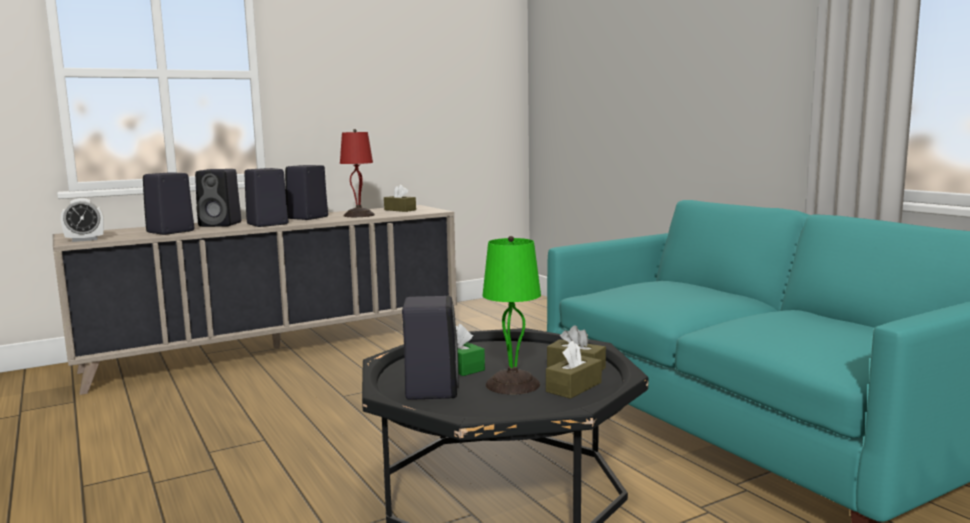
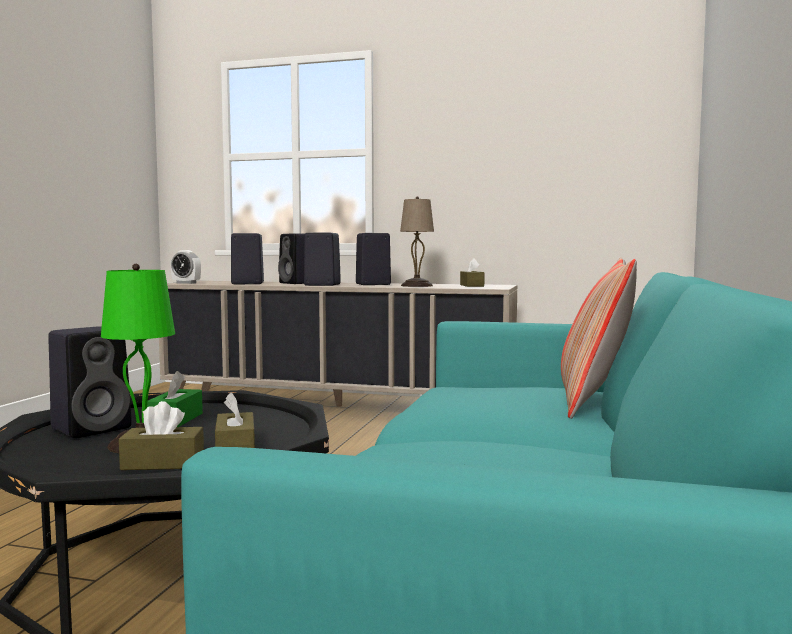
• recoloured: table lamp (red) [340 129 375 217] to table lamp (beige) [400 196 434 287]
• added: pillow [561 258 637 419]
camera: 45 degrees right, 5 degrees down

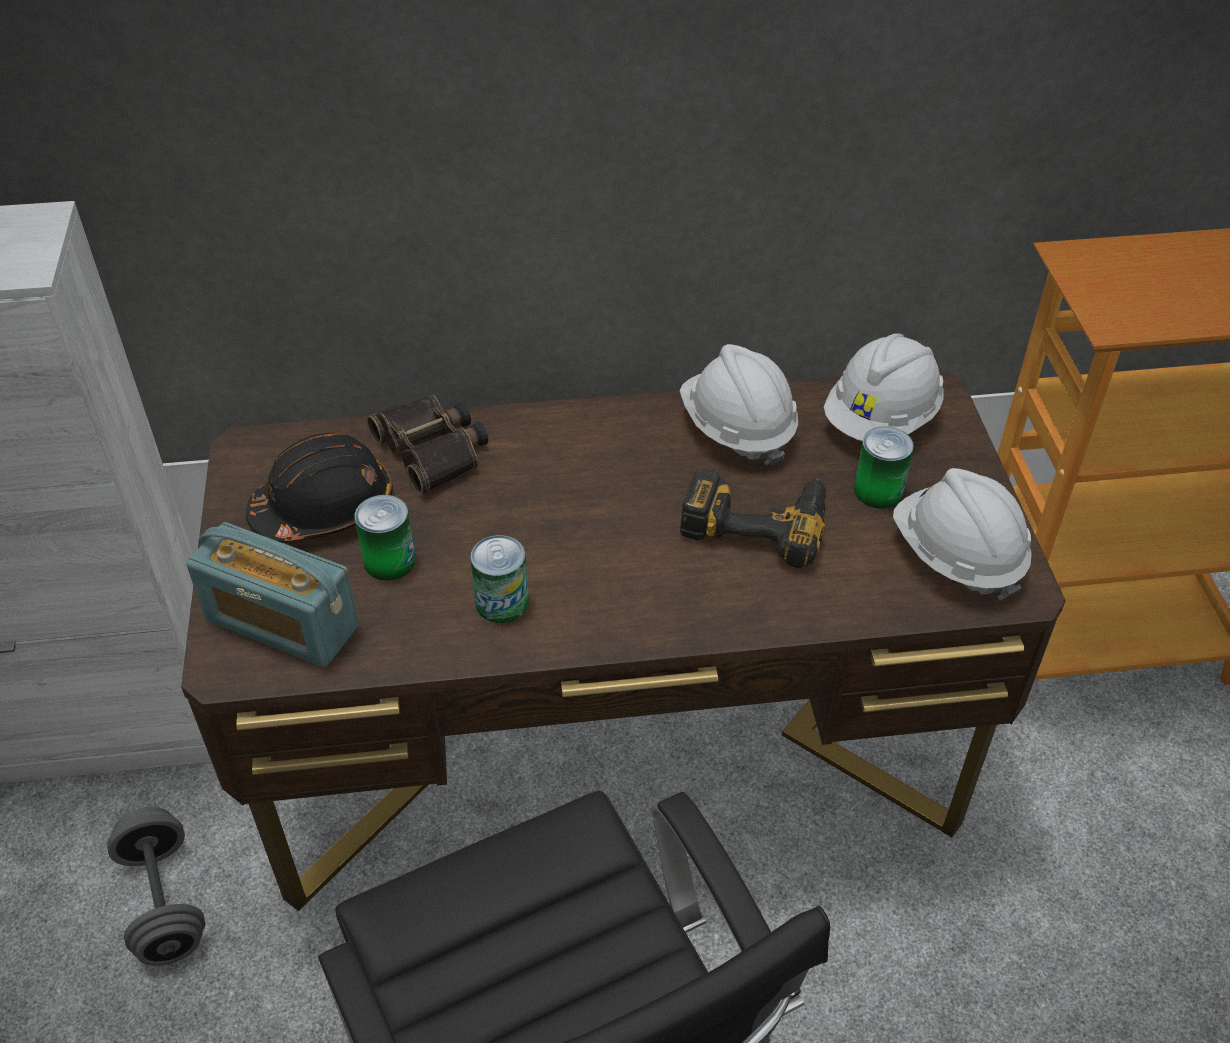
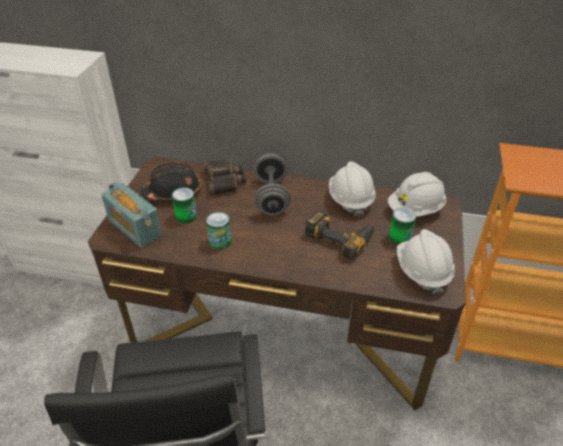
• moved: dumbbell (grey) [107 807 205 966] to [254 153 291 216]
camera: 20 degrees right, 5 degrees down

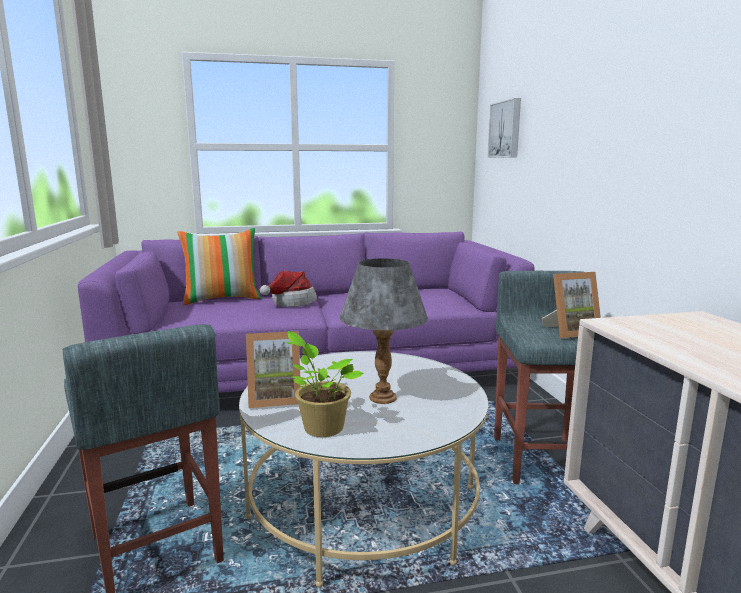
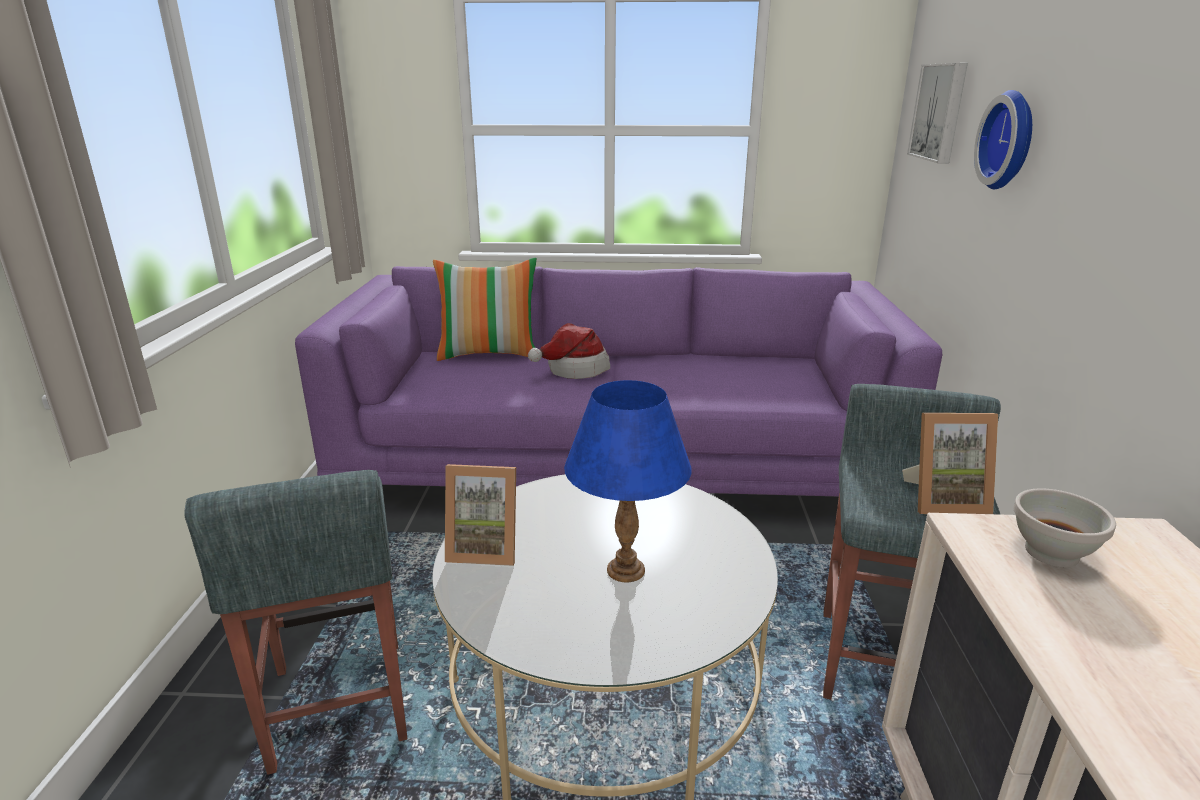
• recoloured: table lamp (grey) [339 258 428 404] to table lamp (blue) [564 380 692 583]
• removed: potted plant [286 331 364 437]
• added: wall clock [974 90 1032 189]
• added: bowl (white) [1013 488 1116 567]
camera: 15 degrees right, 10 degrees up

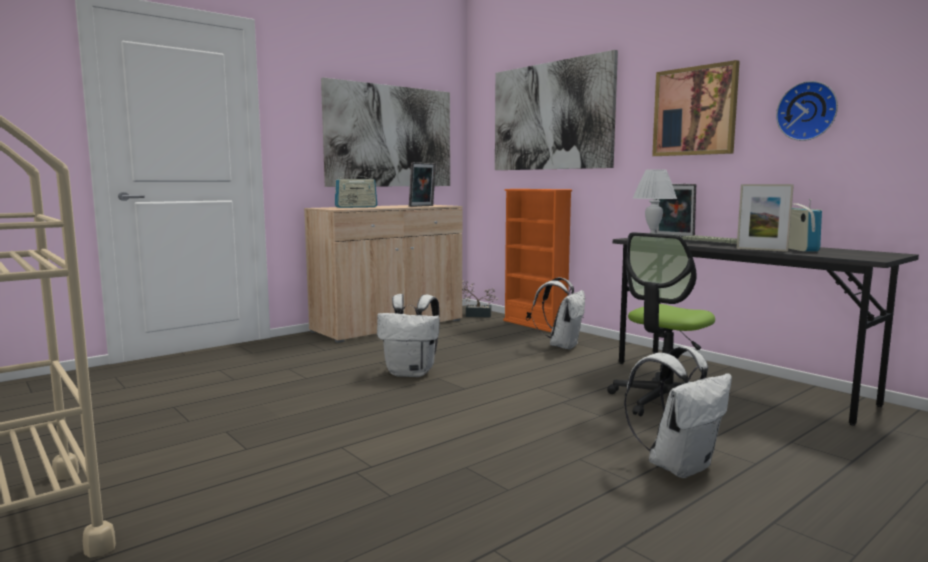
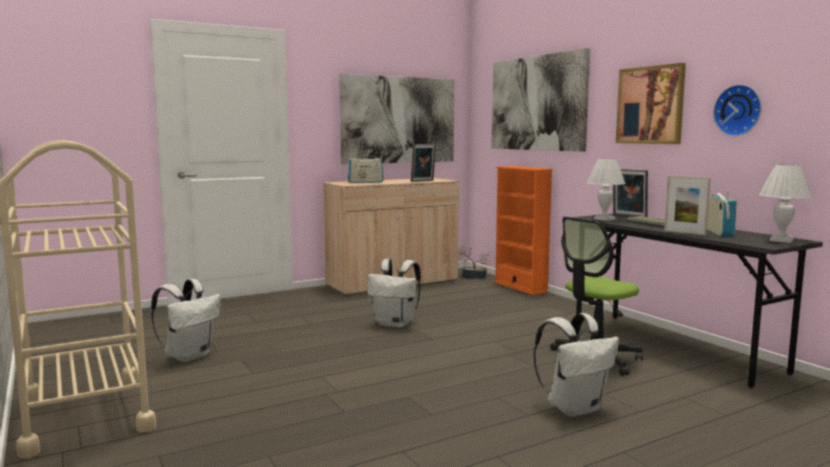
• moved: backpack (white) [532 277 585 350] to [151 279 221 362]
• added: table lamp (white) [759 164 813 243]
camera: 10 degrees right, 0 degrees up

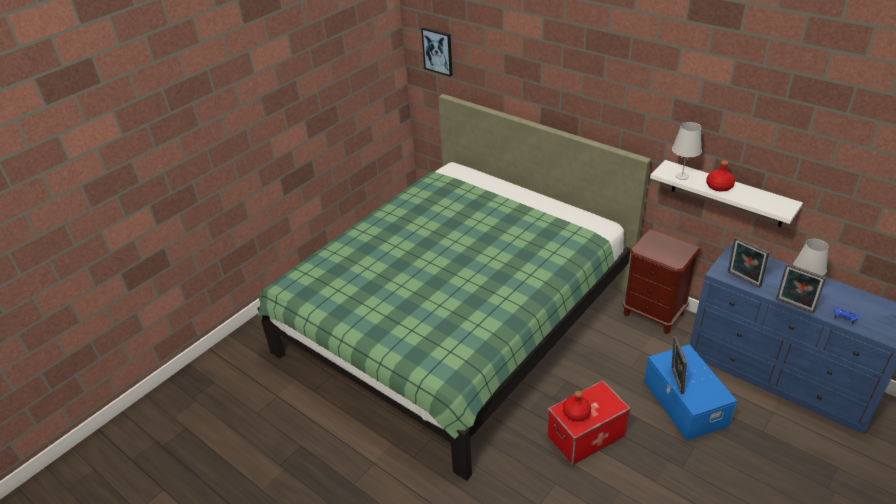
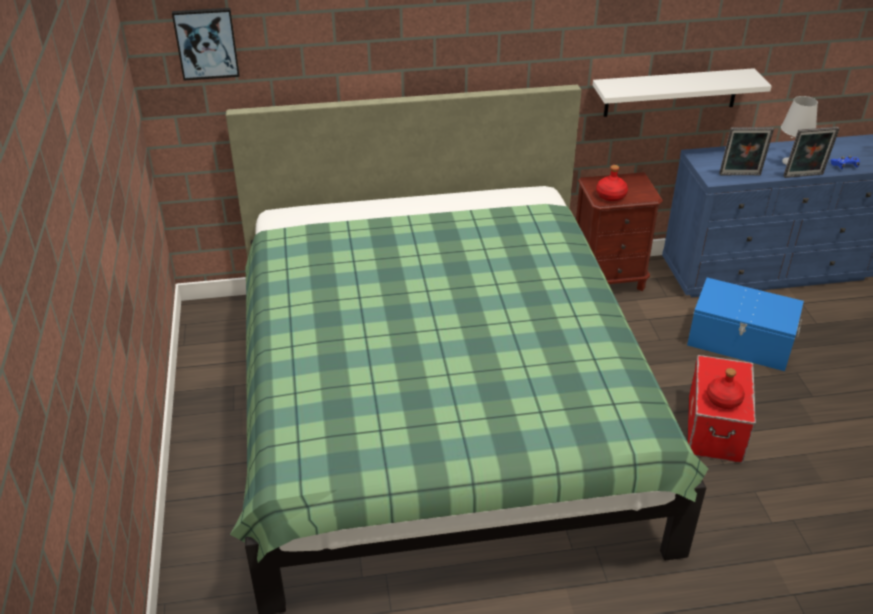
• removed: table lamp (white) [672 122 702 180]
• moved: bottle (red) [706 160 735 192] to [596 165 628 201]
• removed: picture frame [672 336 687 394]
camera: 50 degrees left, 0 degrees up

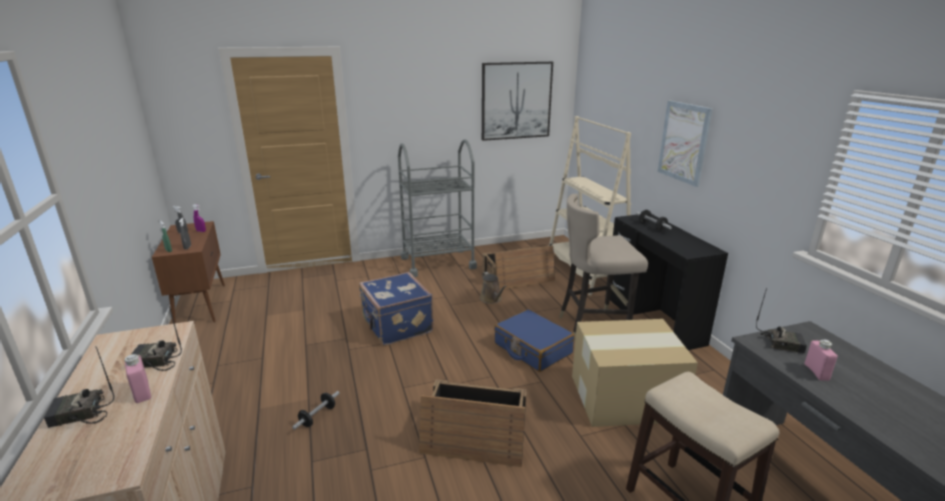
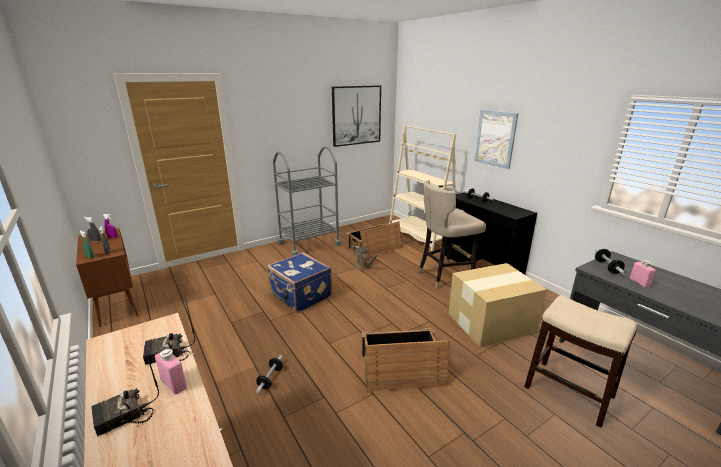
• replaced: radio [756 288 807 353] to dumbbell [595 249 625 274]
• removed: suitcase (blue) [494 309 575 372]
camera: 15 degrees left, 0 degrees up

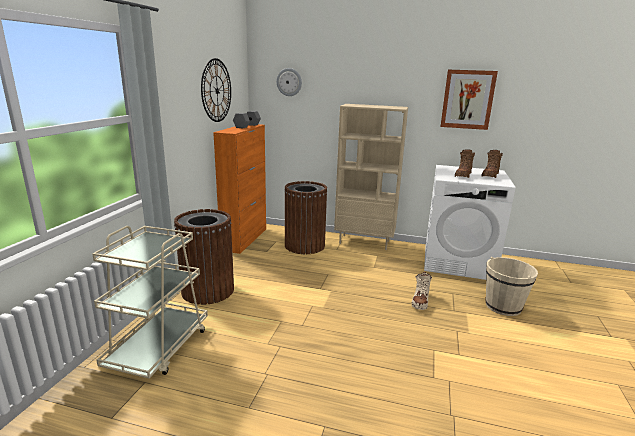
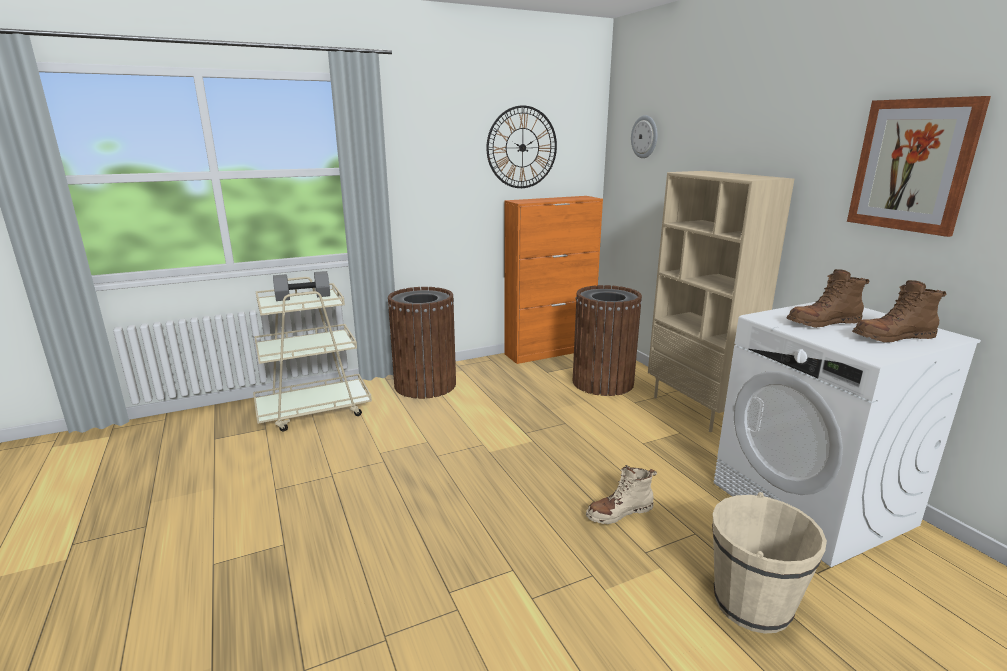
• moved: dumbbell (grey) [233 111 261 128] to [273 271 330 301]
camera: 50 degrees right, 0 degrees up

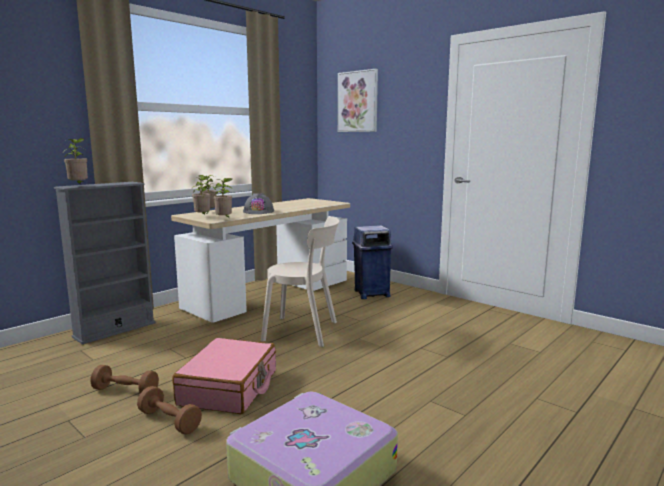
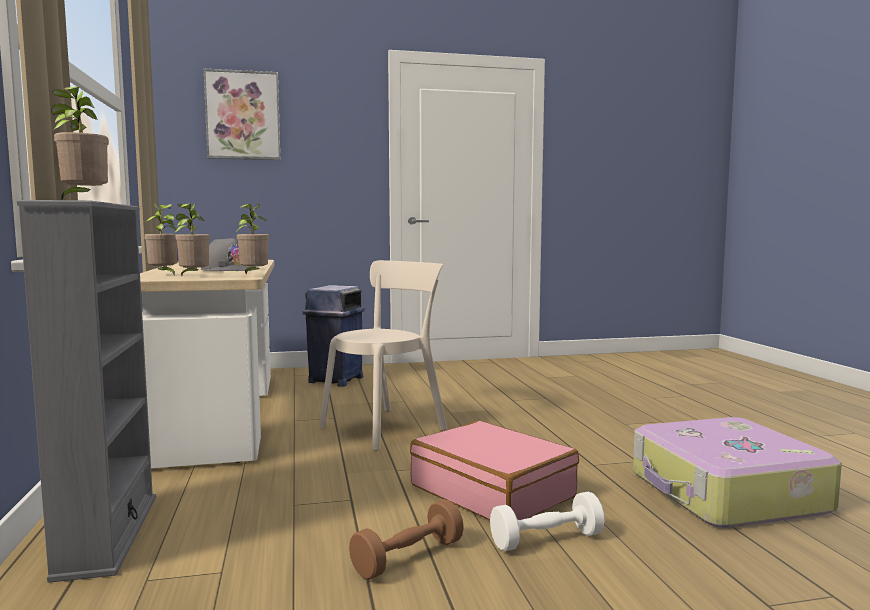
• recoloured: dumbbell (brown) [137 386 202 435] to dumbbell (white) [490 492 605 551]
camera: 55 degrees left, 5 degrees down

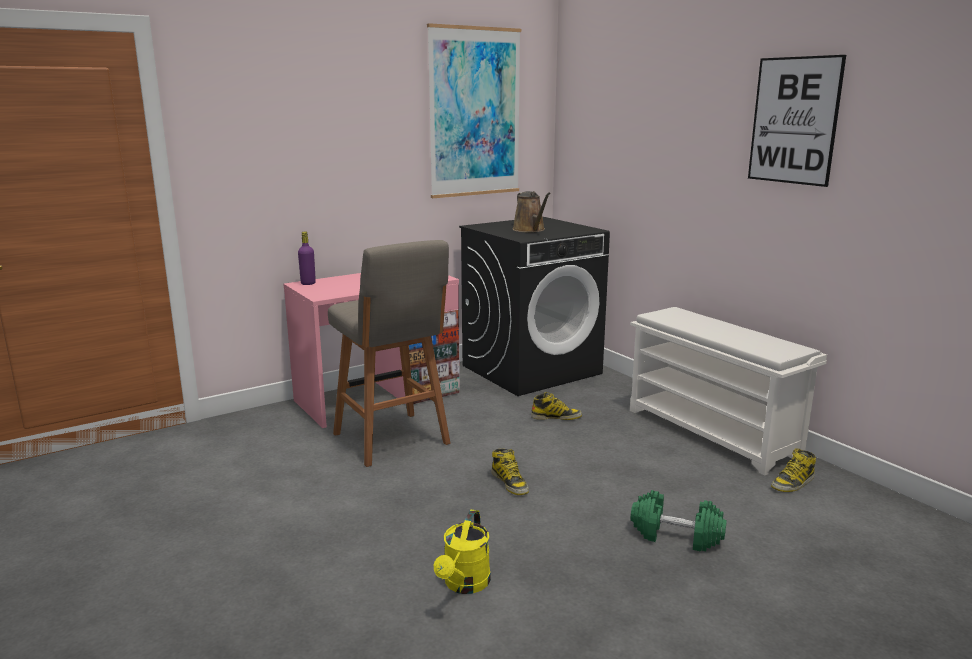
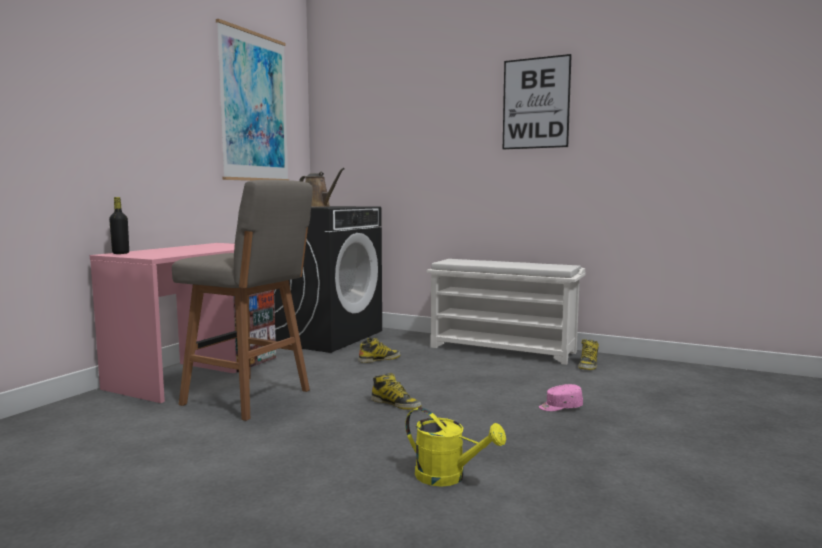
• recoloured: bottle (purple) [298 232 316 285] to bottle (black) [109 197 129 254]
• replaced: dumbbell (green) [631 490 727 552] to cap (pink) [539 384 583 411]
• turned: watering can (yellow) [434 509 491 594] = [405 407 506 487] 45 degrees counterclockwise
camera: 30 degrees left, 10 degrees down

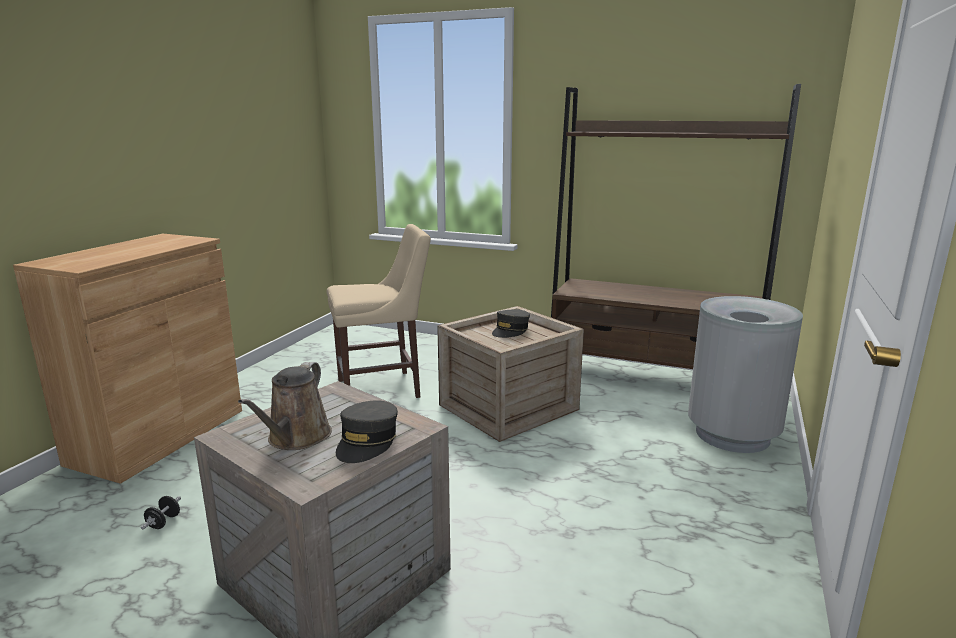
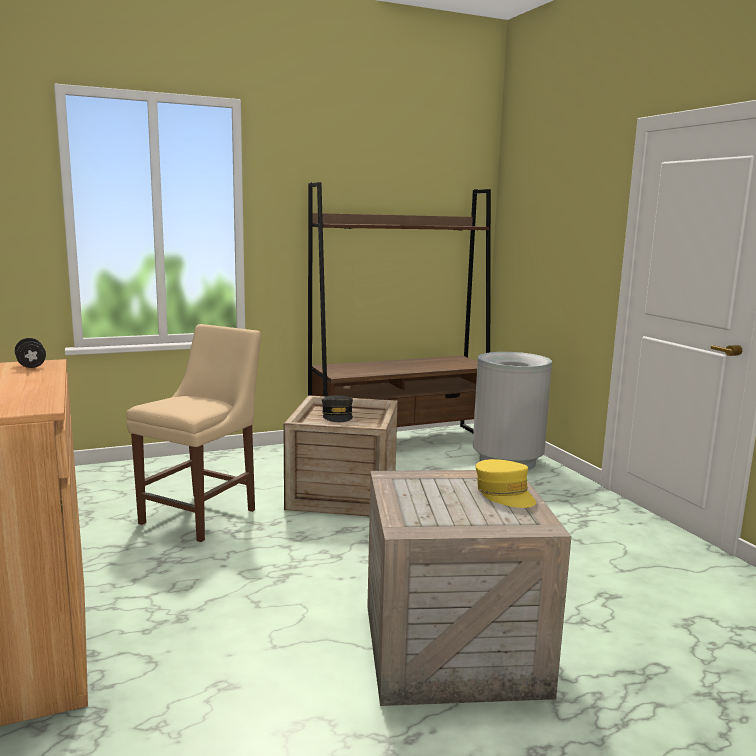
• removed: watering can (brown) [238 362 332 450]
• recoloured: cap (grey) [336 401 398 463] to cap (yellow) [476 459 536 508]
• moved: dumbbell (black) [141 496 181 529] to [15 338 46 368]
camera: 45 degrees left, 5 degrees down

